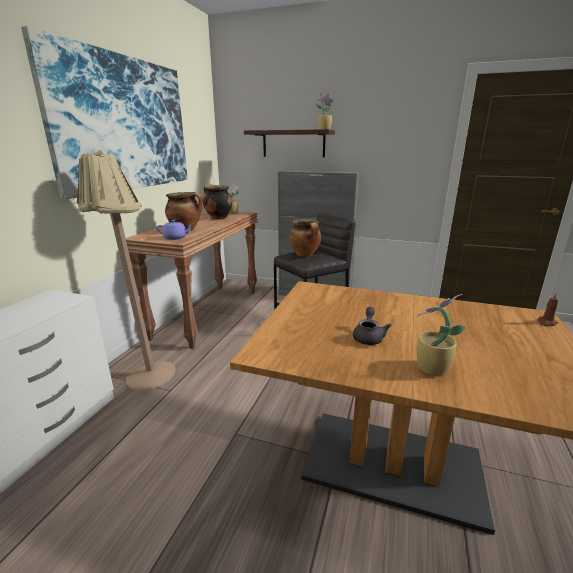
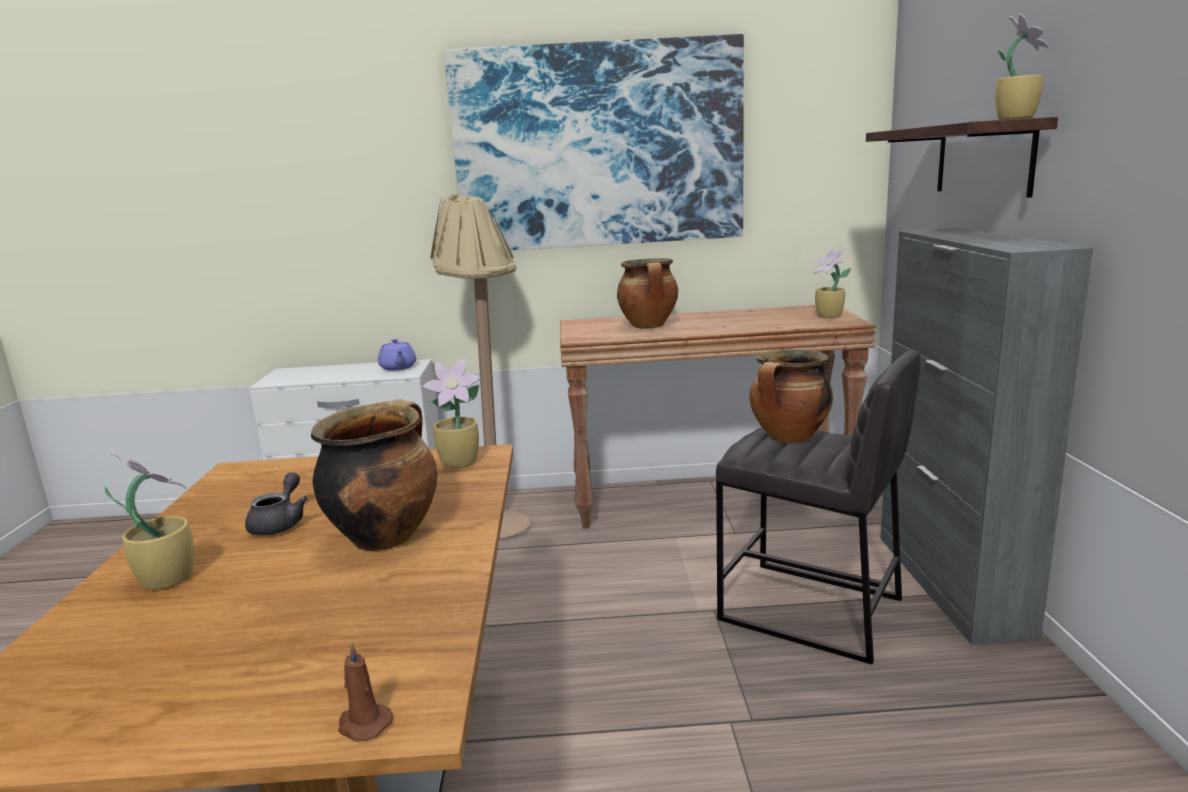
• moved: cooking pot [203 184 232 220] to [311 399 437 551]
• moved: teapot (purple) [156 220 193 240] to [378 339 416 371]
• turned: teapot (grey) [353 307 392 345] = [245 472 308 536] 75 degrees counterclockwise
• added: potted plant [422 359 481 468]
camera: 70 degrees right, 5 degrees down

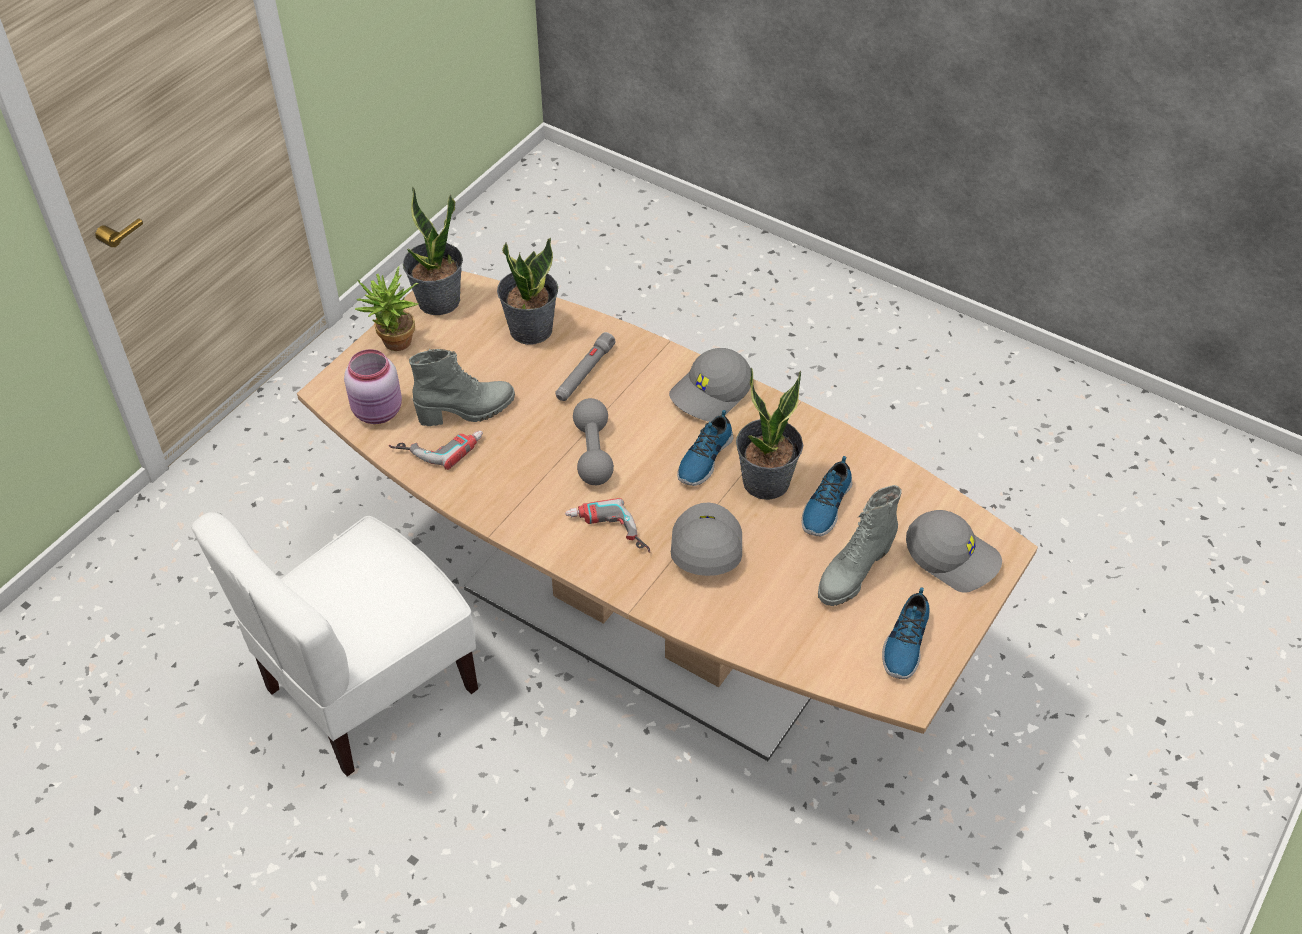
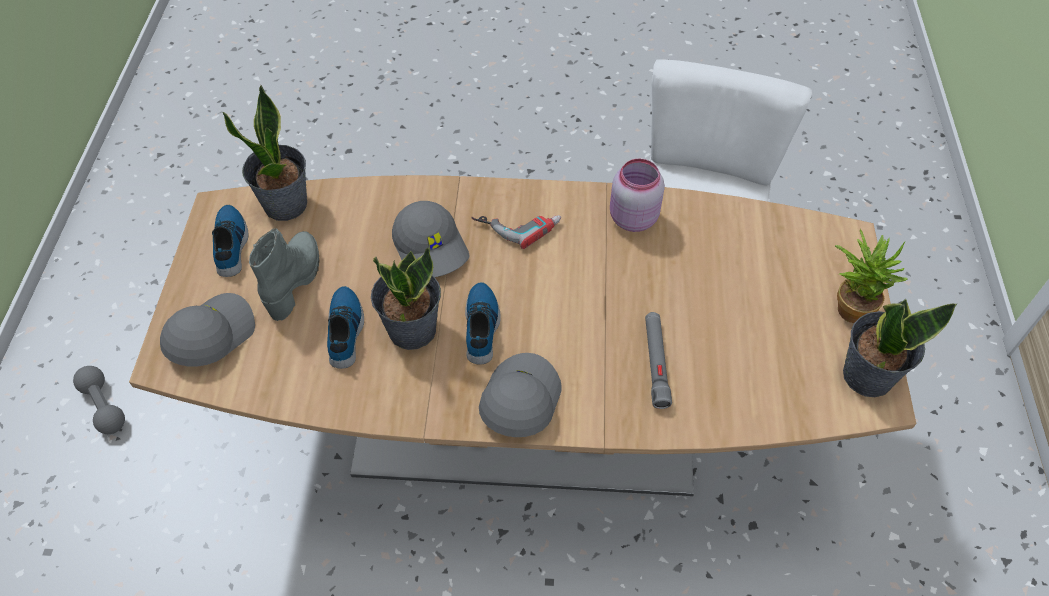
• moved: potted plant [497 238 558 345] to [223 85 307 221]
• moved: jar (pink) [344 349 402 424] to [610 159 665 232]
• removed: boot (grey) [409 349 515 426]
• moved: dumbbell (grey) [573 398 614 485] to [73 366 125 434]
• removed: power drill [389 431 483 470]
• turned: cap (grey) [906 510 1002 593] = [160 293 255 366] 120 degrees clockwise
camera: 150 degrees right, 5 degrees up

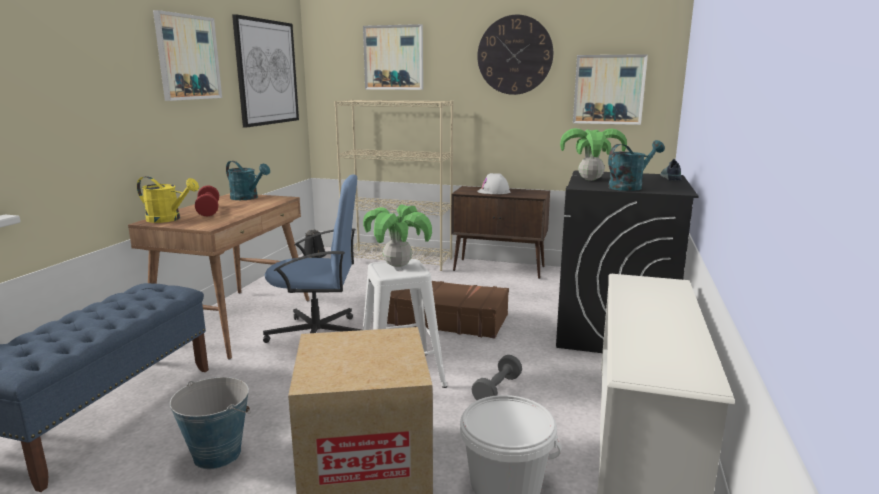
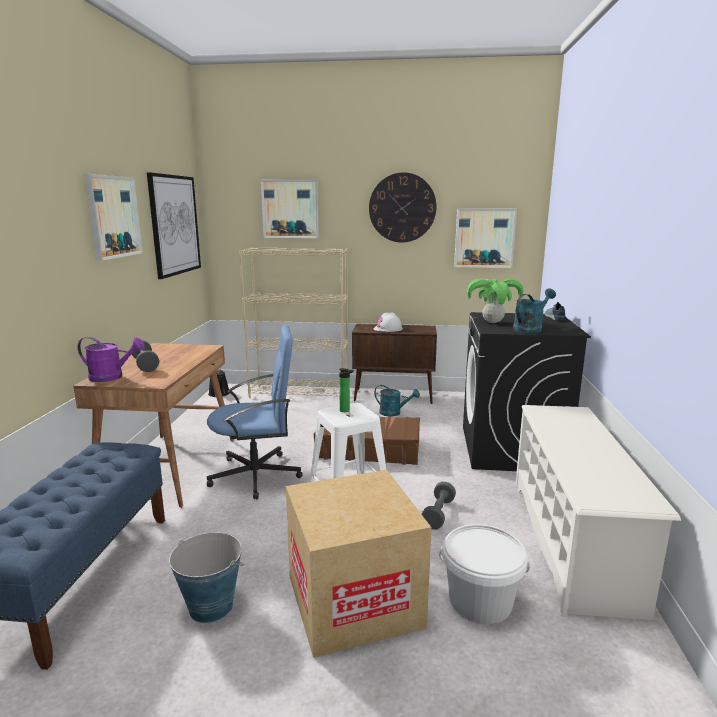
• moved: watering can (turquoise) [226 161 270 200] to [374 385 420 417]
• recoloured: watering can (yellow) [137 176 199 223] to watering can (purple) [78 337 145 382]
• recoloured: dumbbell (red) [195 185 219 217] to dumbbell (grey) [130 340 159 372]
• replaced: potted plant [363 205 432 267] to bottle [339 368 354 412]
camera: 10 degrees left, 0 degrees up

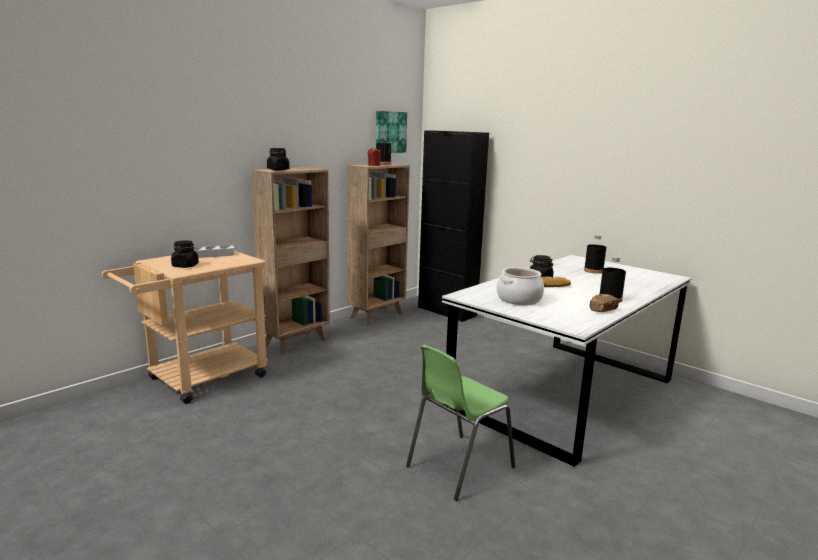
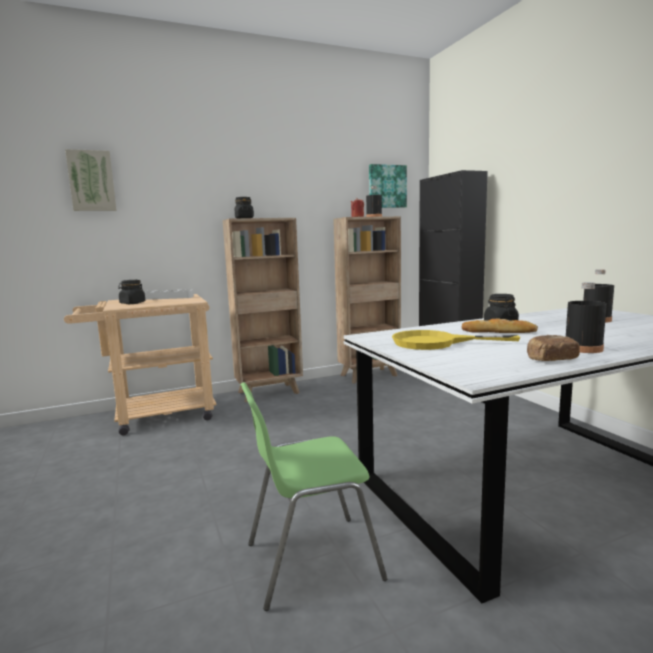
• replaced: cooking pot [497 267 544 305] to frying pan (yellow) [392 330 521 350]
• added: picture [65 149 117 211]
camera: 25 degrees right, 5 degrees down

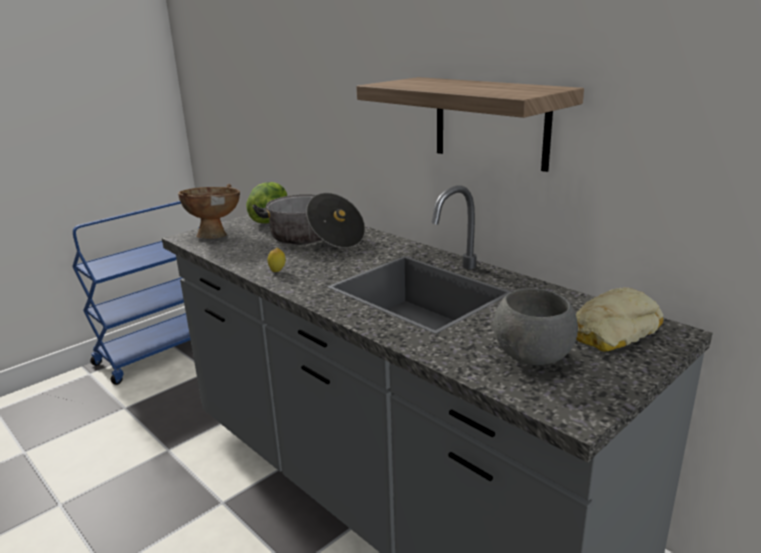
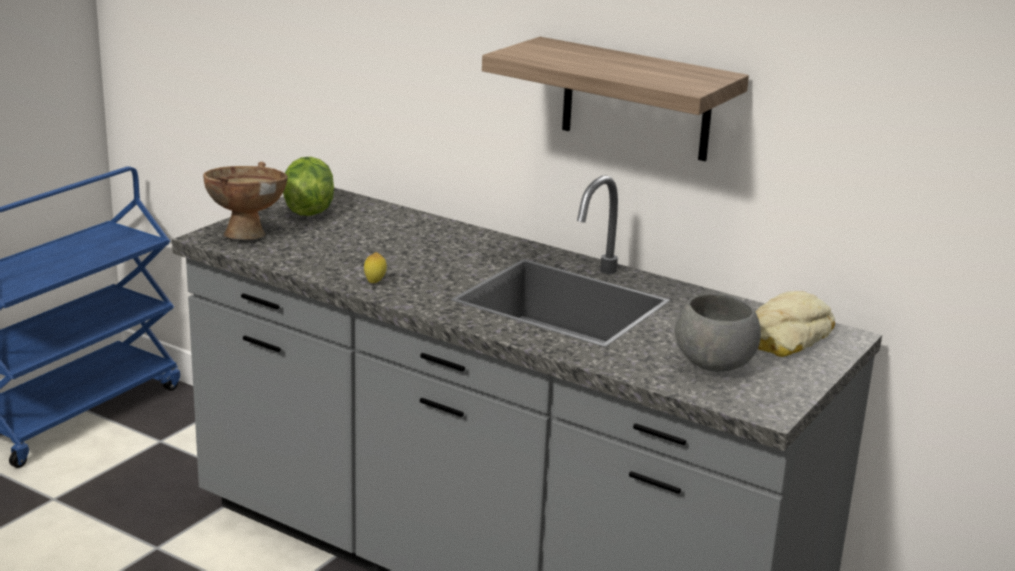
• removed: cooking pot [253 193 365 248]
camera: 15 degrees left, 0 degrees up

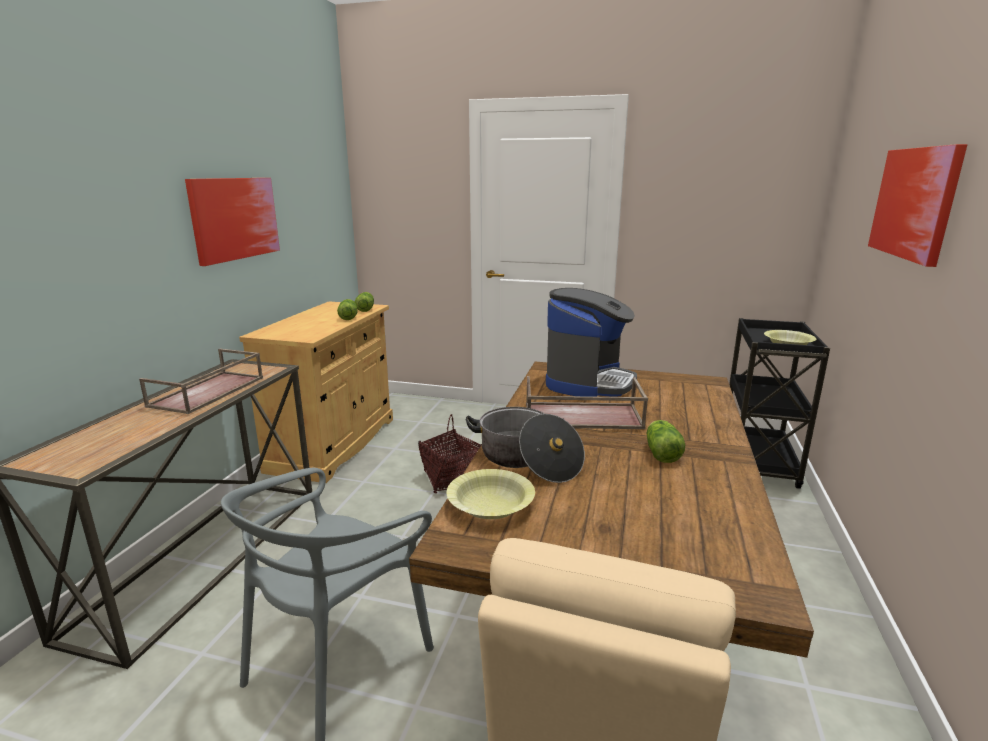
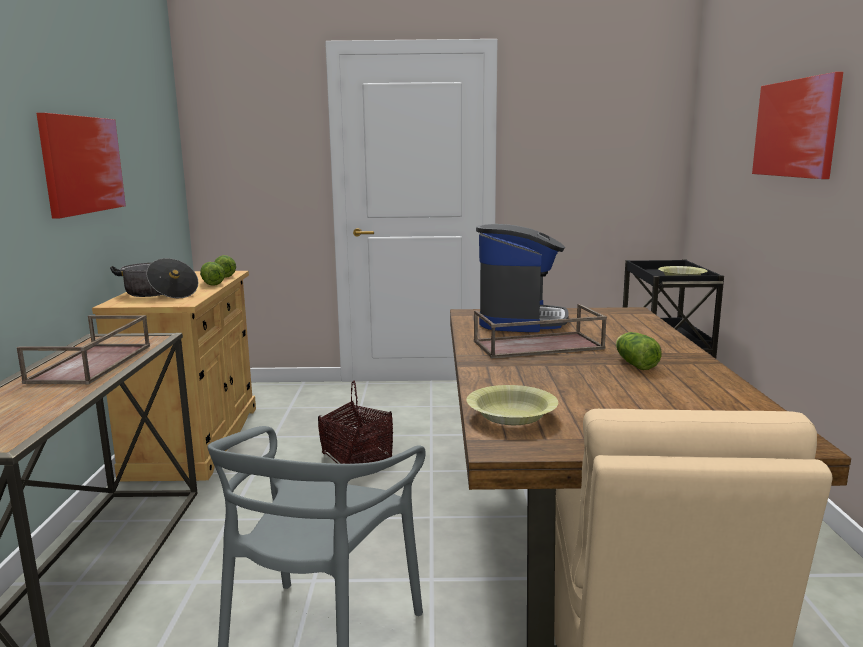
• moved: cooking pot [466 407 585 483] to [110 258 199 298]
camera: 15 degrees left, 5 degrees down

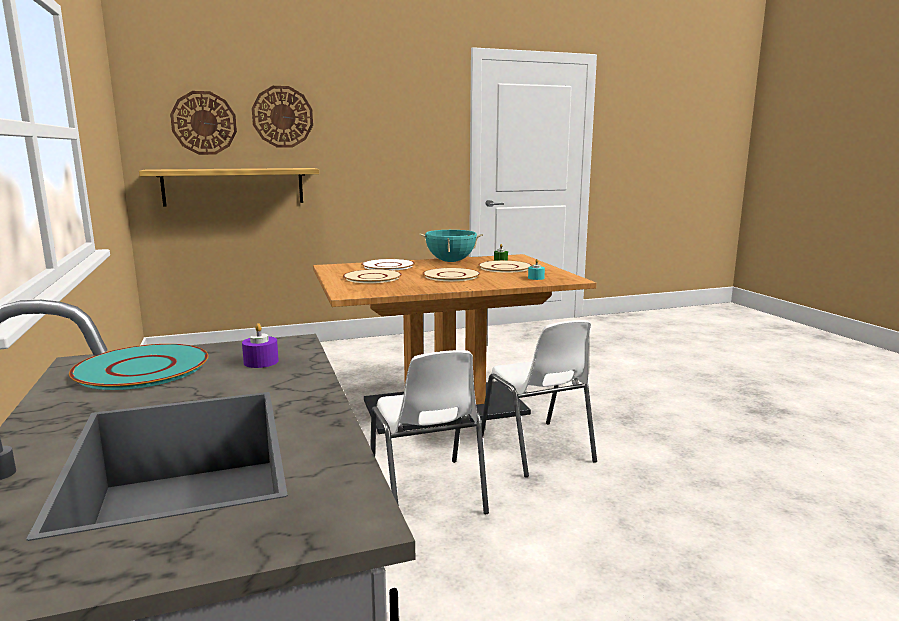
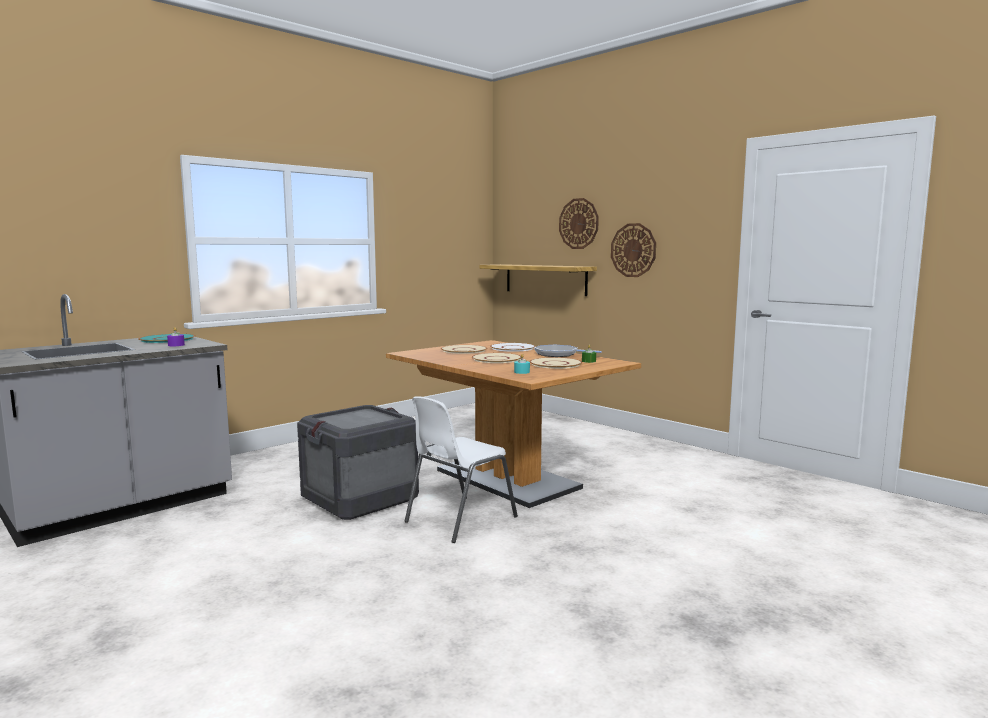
• moved: wall clock [170 91 237 155] to [611 223 656 277]
• replaced: cooking pot (turquoise) [419 230 483 262] to frying pan [534 345 602 357]
• replaced: chair (white) [370 350 489 514] to crate [297 405 419 520]
camera: 65 degrees right, 5 degrees down

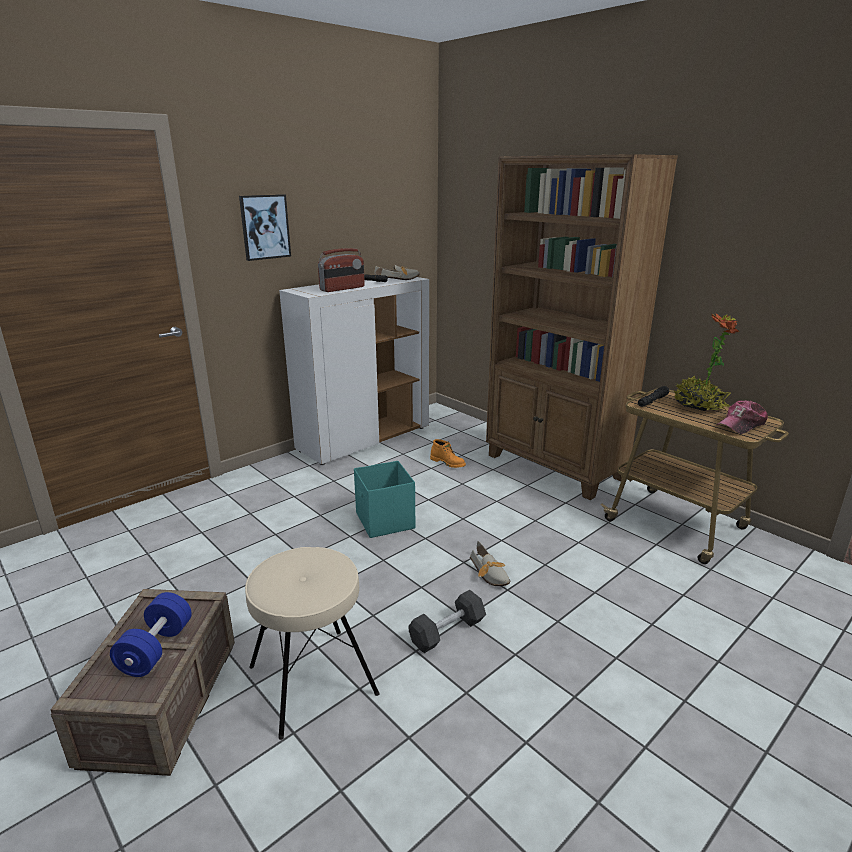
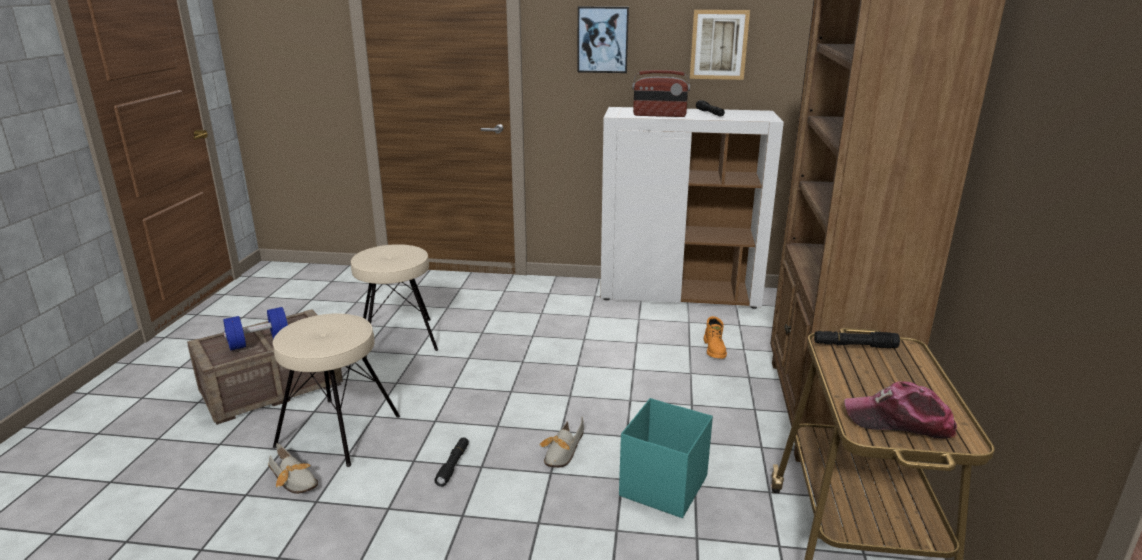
• moved: shoe [375 265 420 280] to [268 443 318 494]
• removed: potted plant [674 314 739 411]
• moved: storage box (turquoise) [354 461 415 538] to [619 398 713 518]
• replaced: dumbbell (black) [408 590 486 653] to flashlight (black) [434 437 469 487]
• added: picture [690 10 750 80]
• added: stool (beige) [351 244 438 358]
camera: 50 degrees right, 0 degrees up

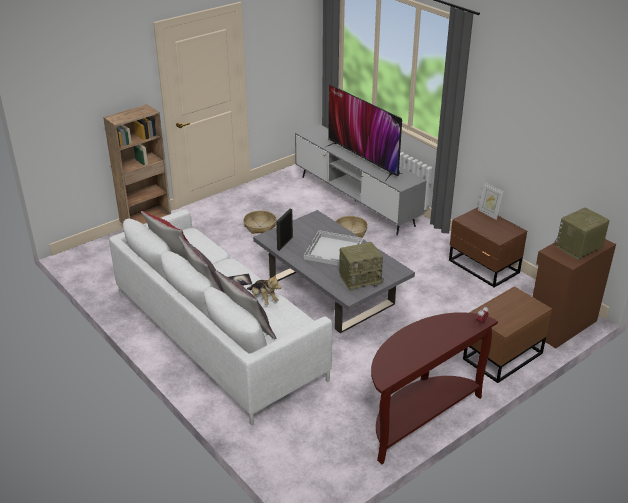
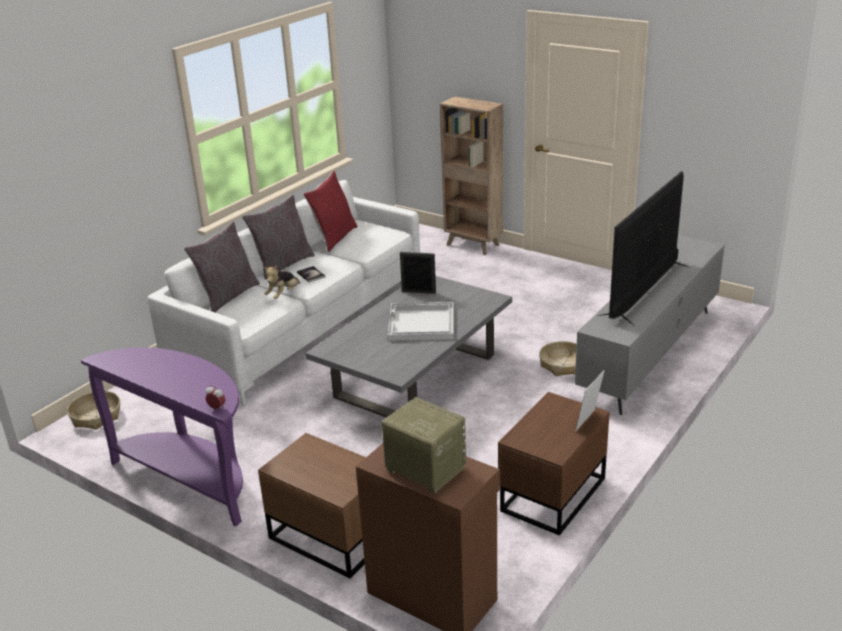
• moved: basket [243 210 276 234] to [67 391 120 430]
• removed: radio [339 242 384 290]
• recoloured: console table (brown) [371 312 498 464] to console table (purple) [81 347 243 527]
camera: 75 degrees right, 5 degrees down

